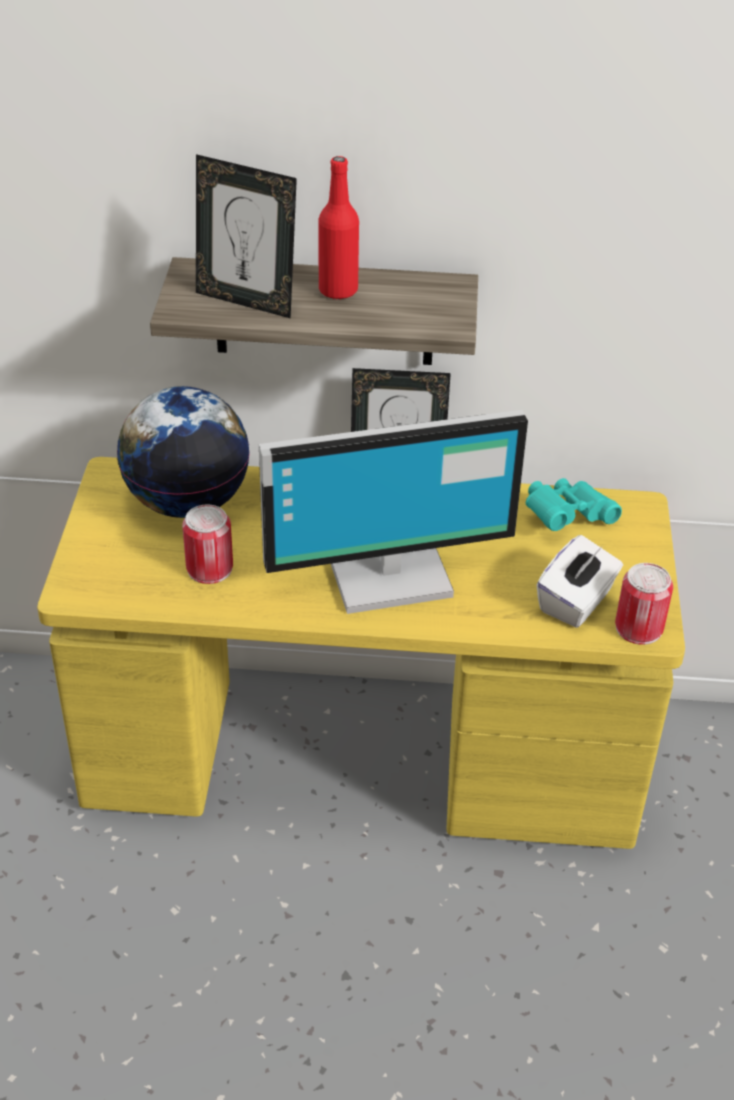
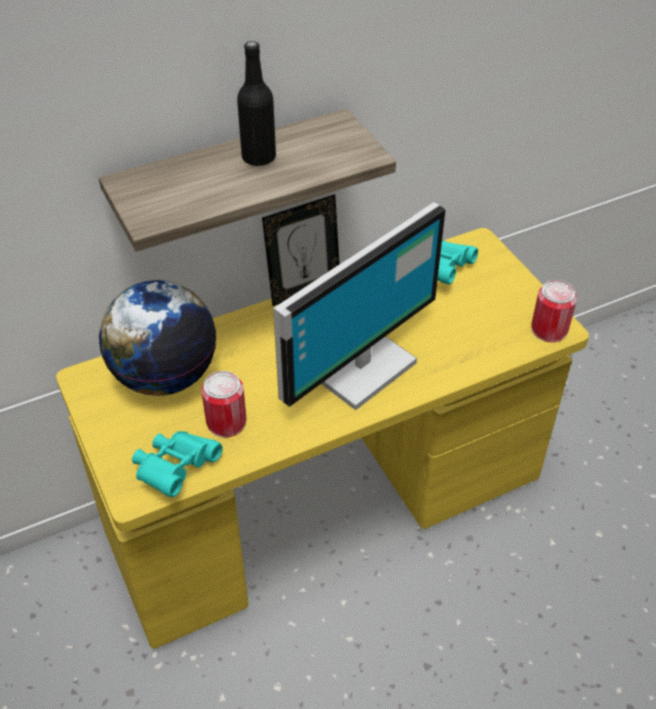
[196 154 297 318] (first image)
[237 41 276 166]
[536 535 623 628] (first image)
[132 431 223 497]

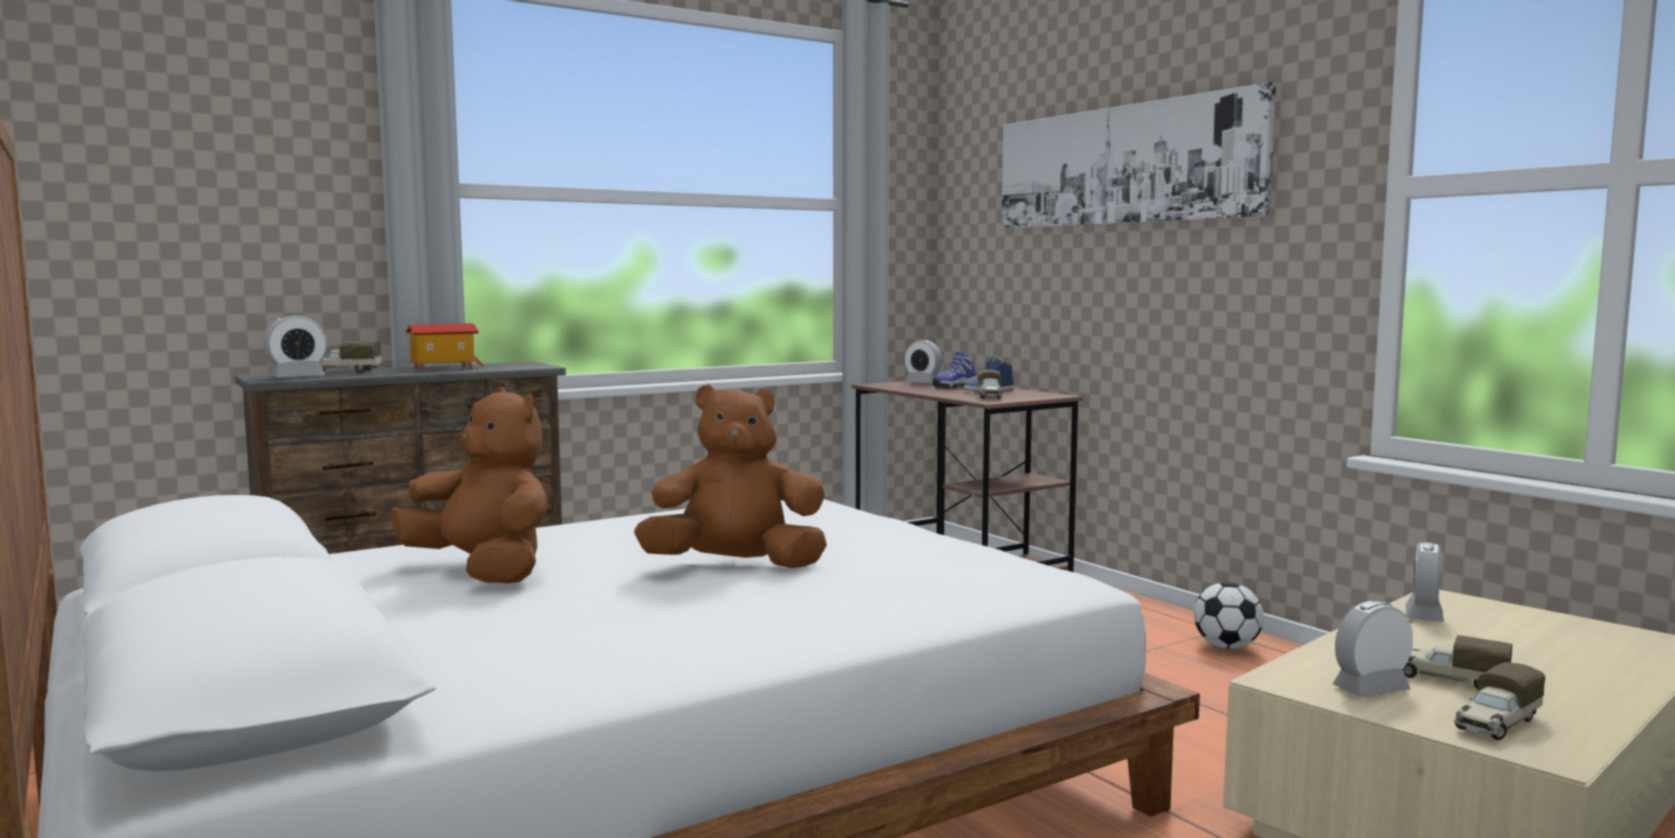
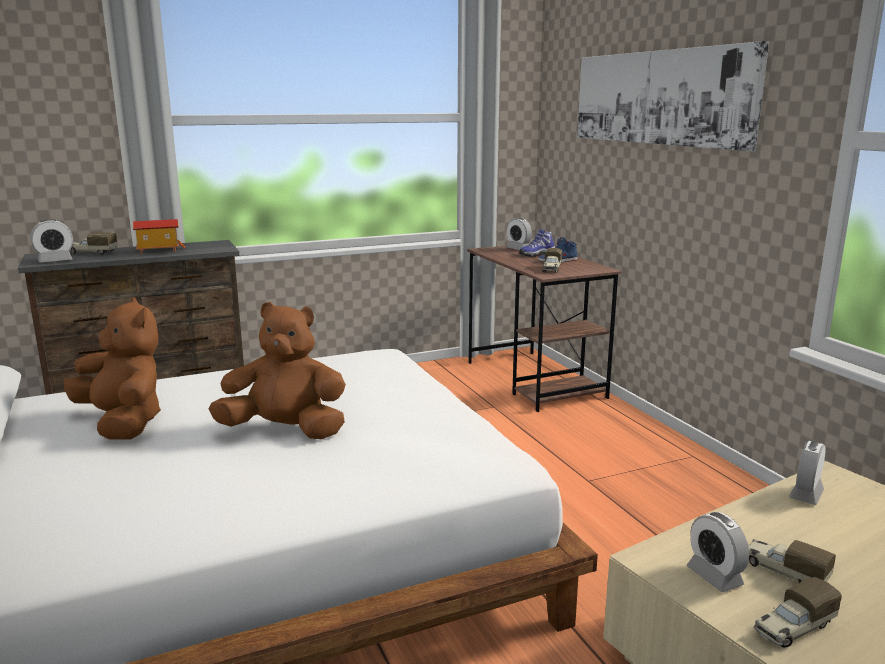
[1194 582 1264 649] (first image)
[687 512 749 592]

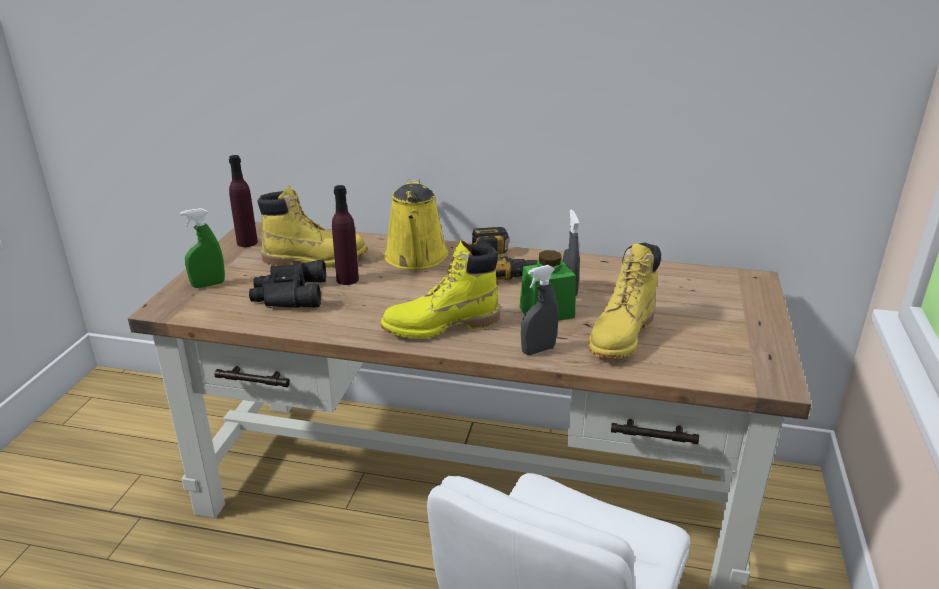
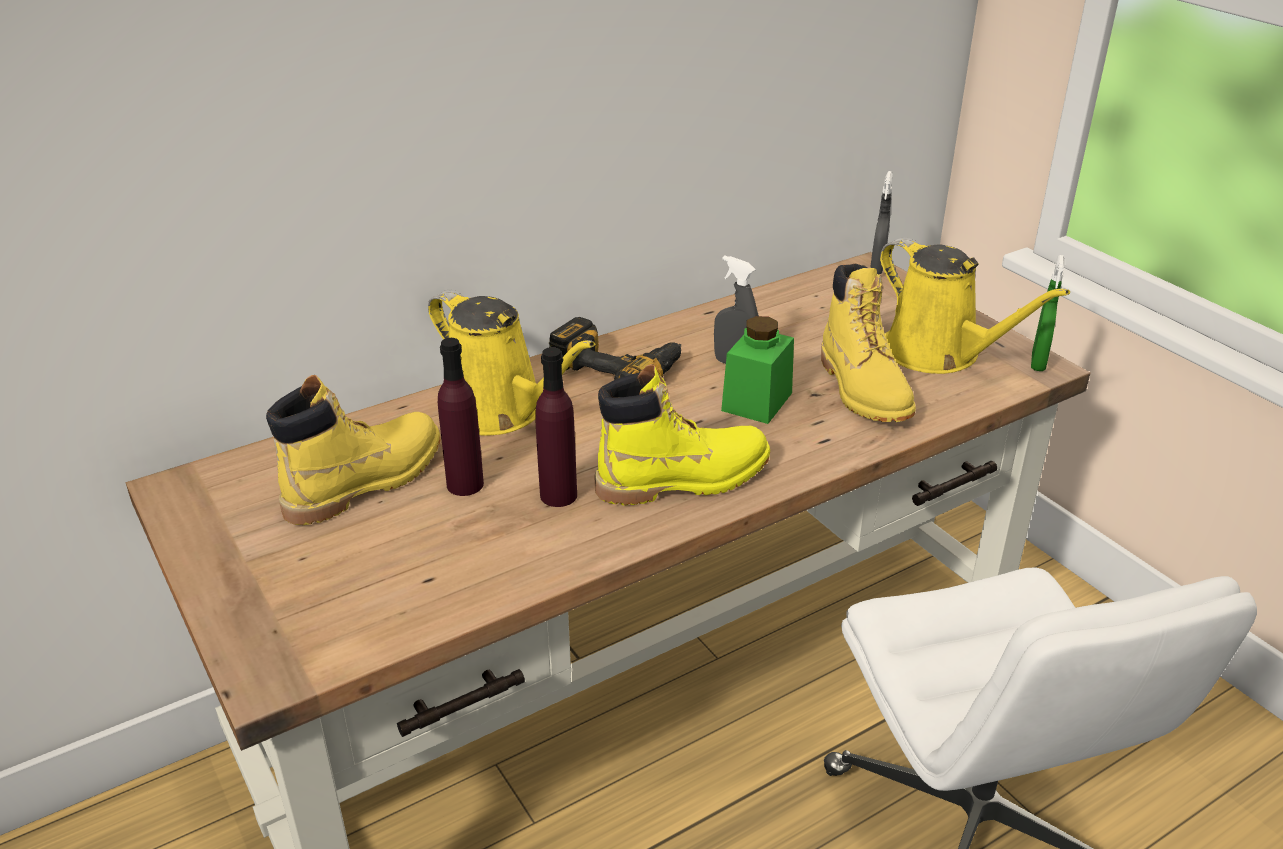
[1031 255 1064 371]
[535 347 577 507]
[249 260 326 308] (first image)
[595 364 770 506]
[870 171 893 274]
[880 237 1070 374]

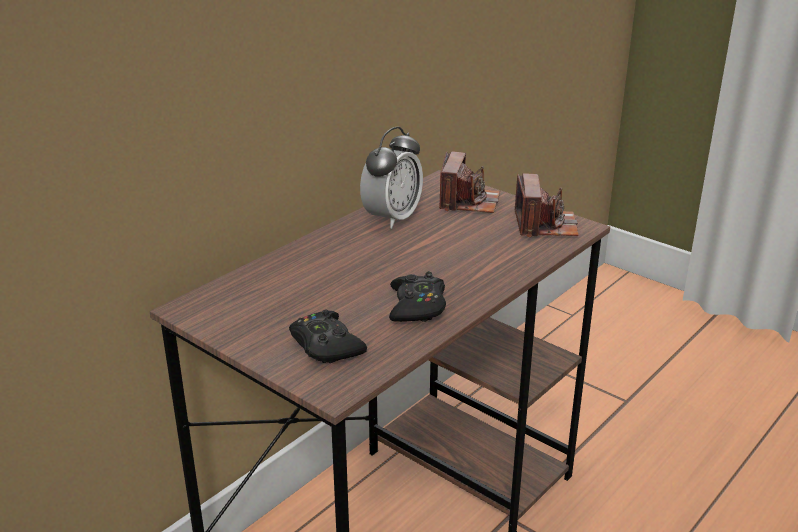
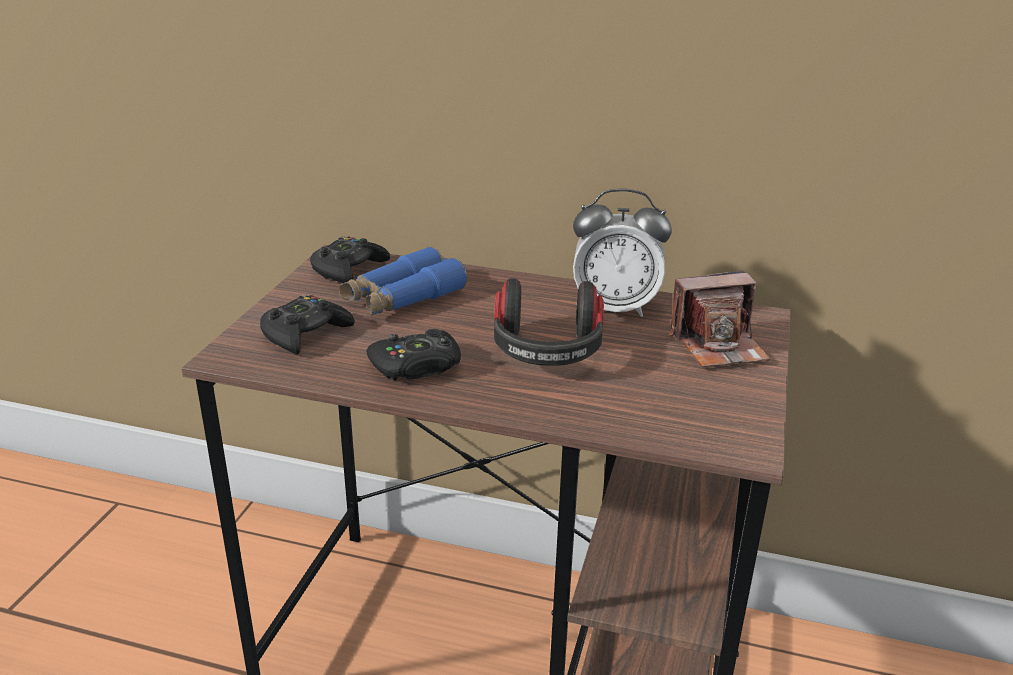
[515 173 579 237] (first image)
[310 236 390 283]
[339 246 468 316]
[494 278 604 366]

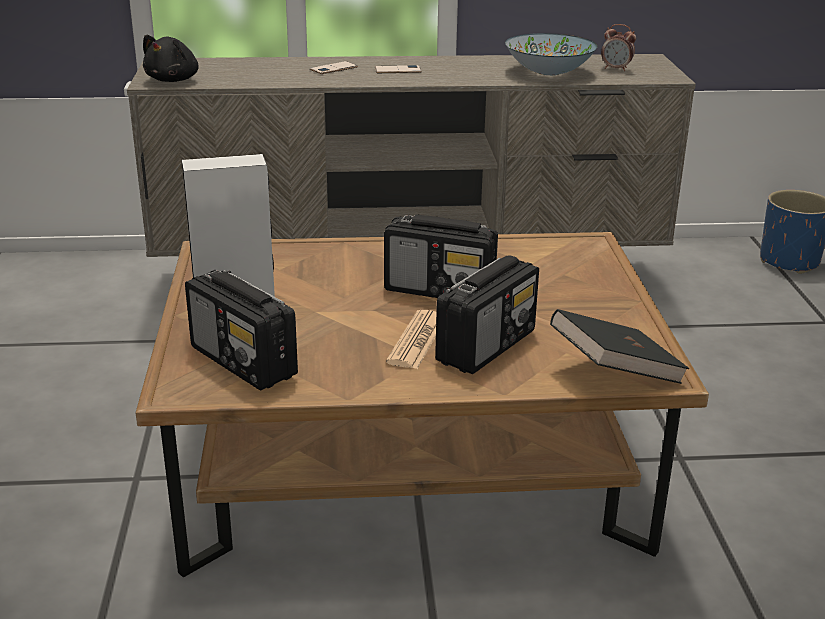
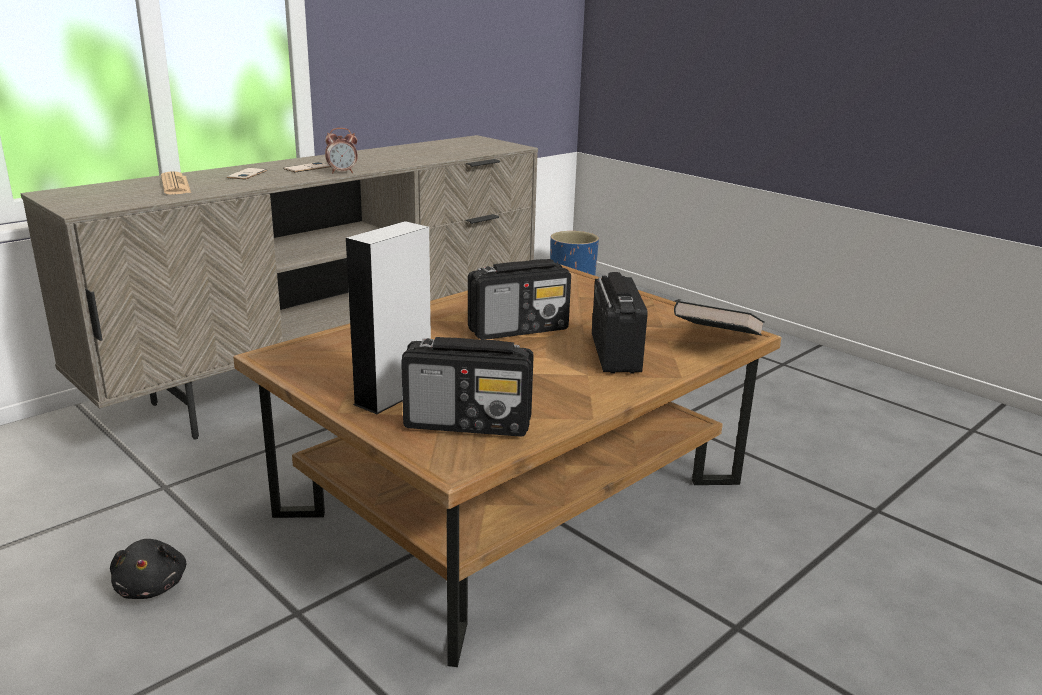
[110 539 187 599]
[161 171 191 195]
[505 33 597 75] (first image)
[325 128 358 173]

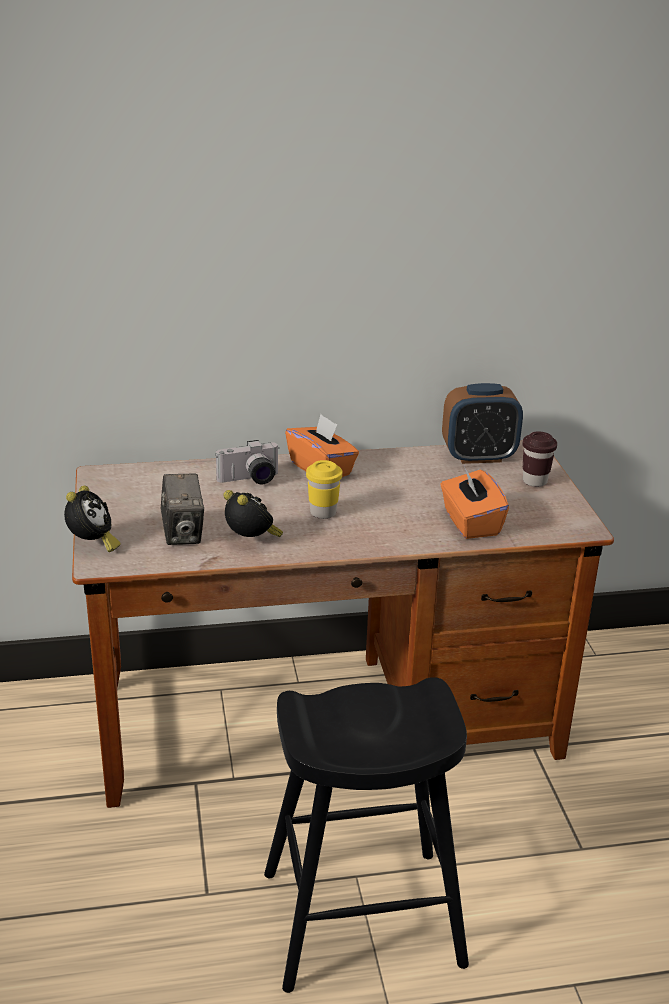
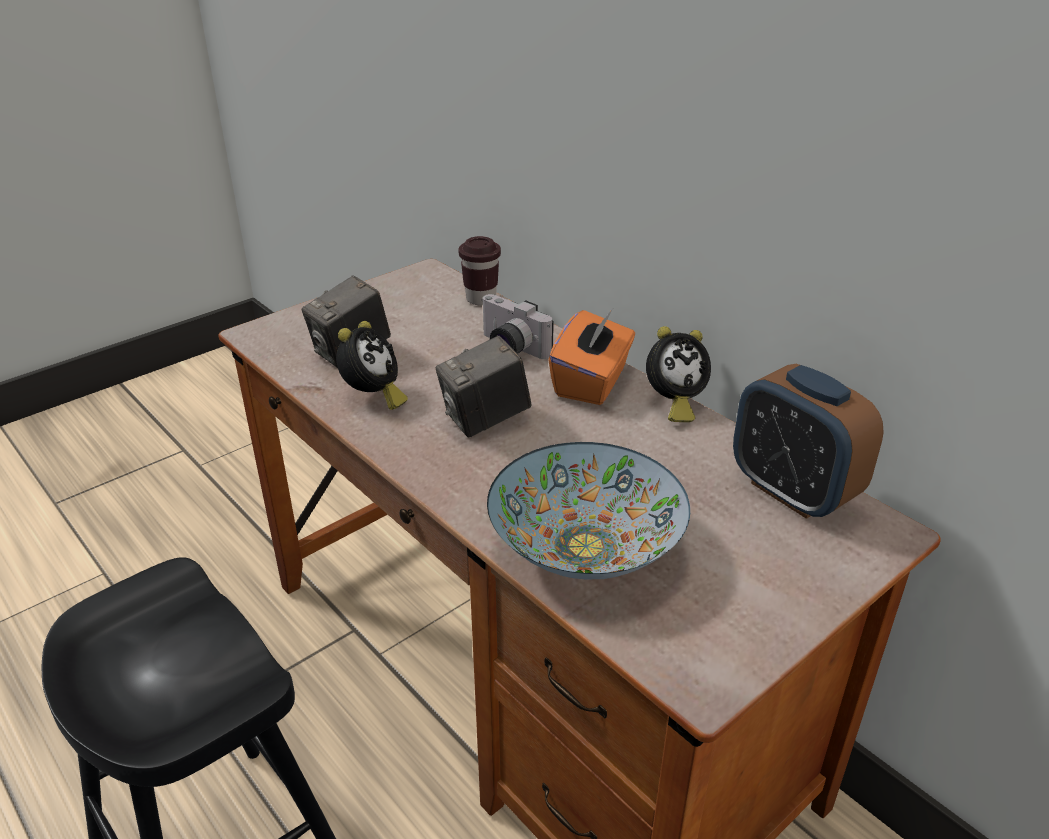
[646 326 711 422]
[435 336 531 437]
[487 442 690 579]
[458 236 501 305]

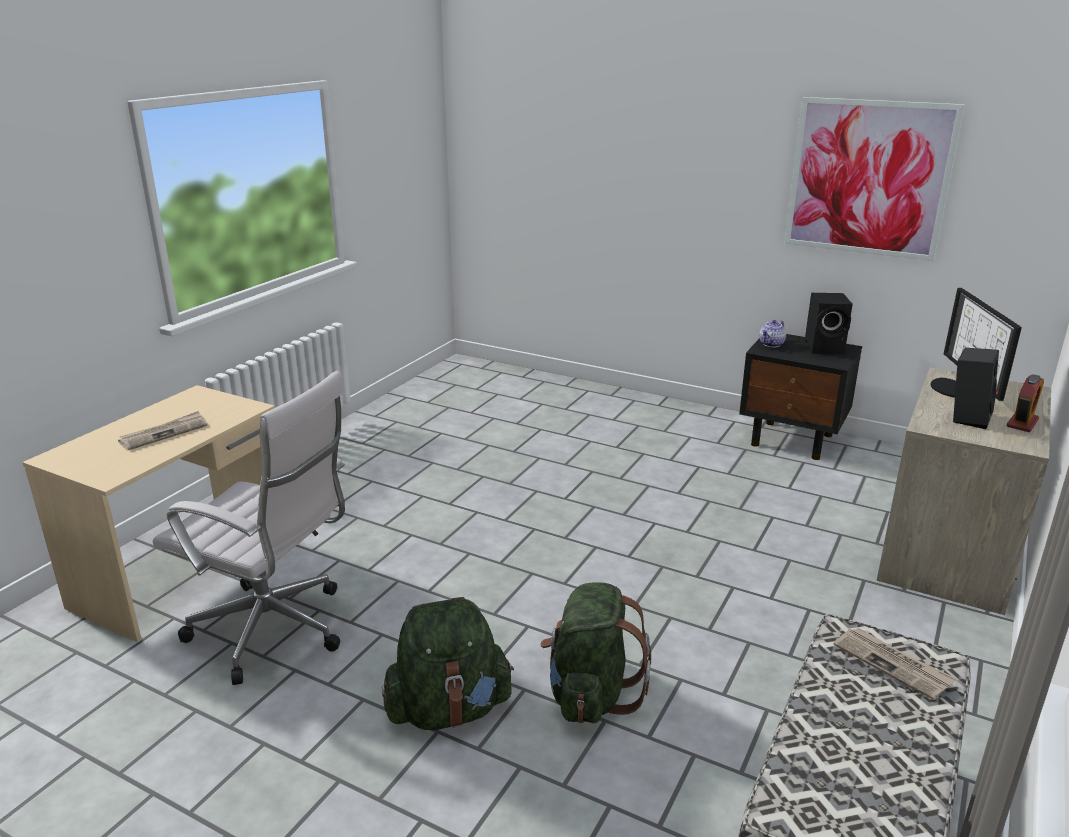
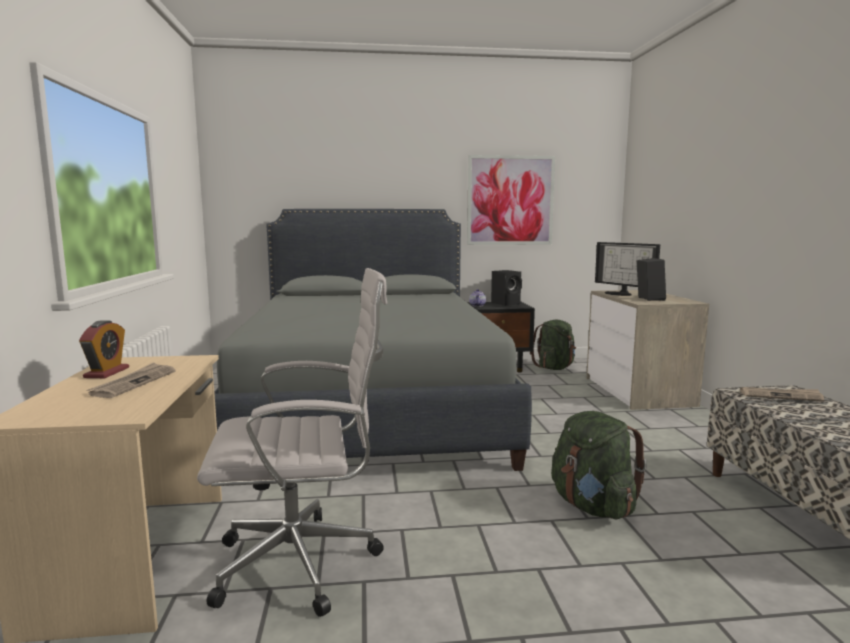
[530 320 576 370]
[79 321 129 378]
[214 209 532 471]

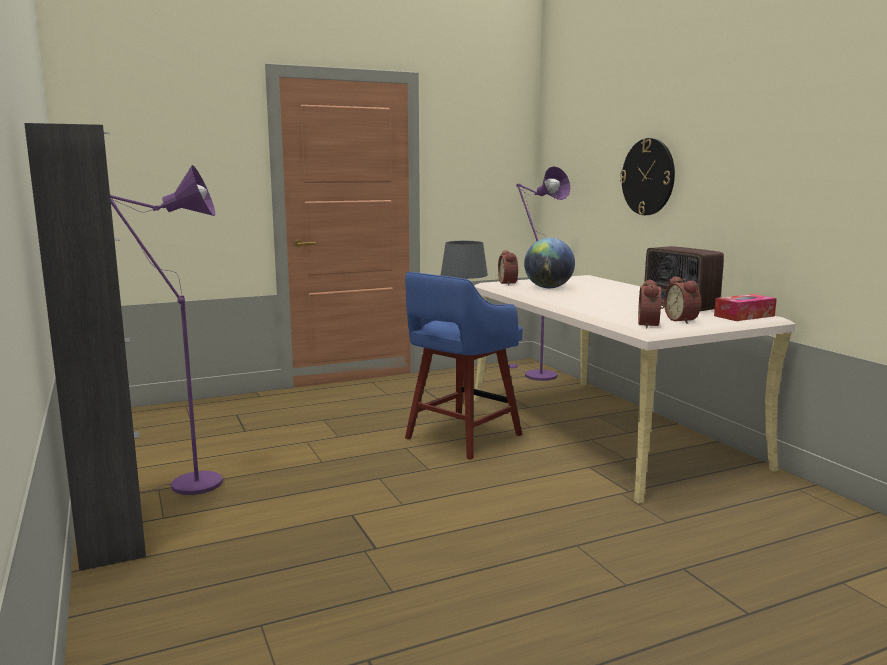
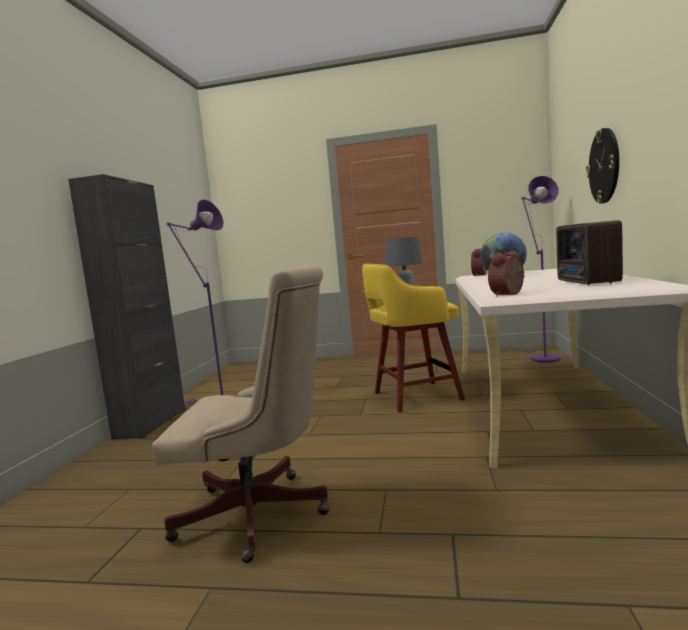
[362 264 465 412]
[664 276 701 324] (first image)
[714 294 777 321] (first image)
[152 266 329 563]

